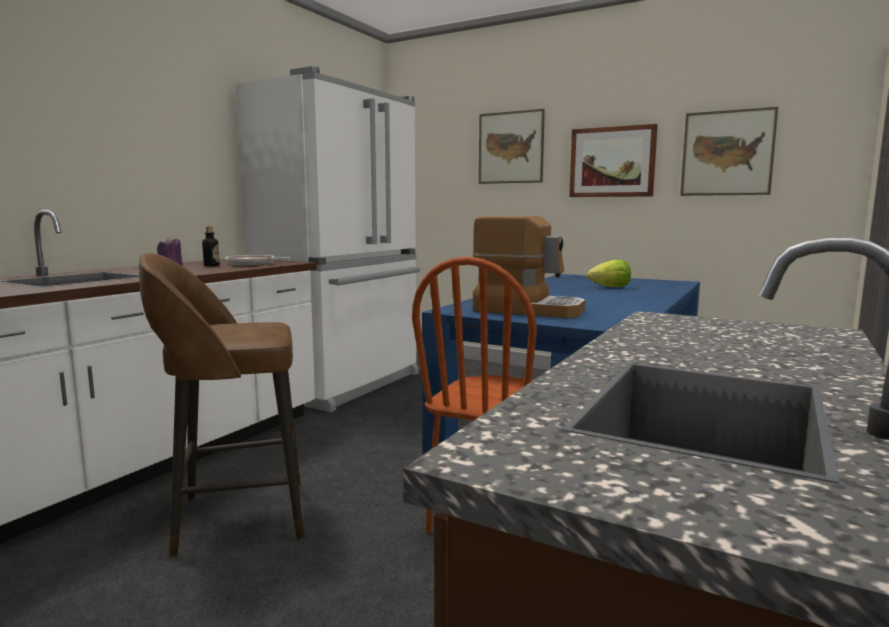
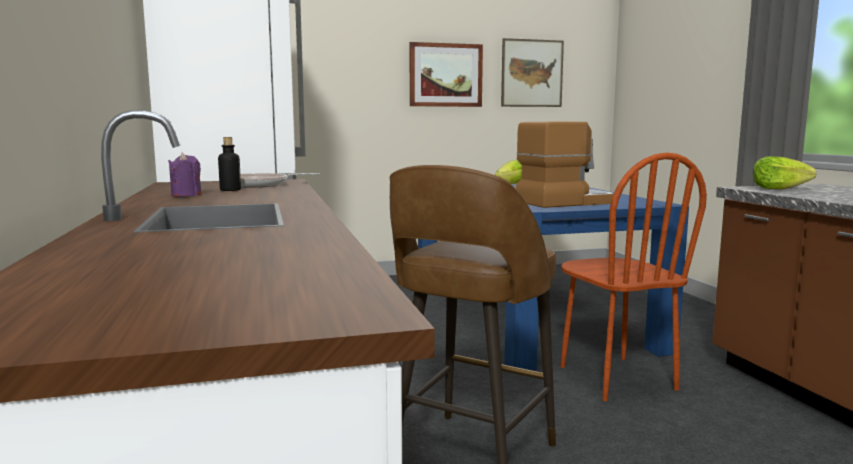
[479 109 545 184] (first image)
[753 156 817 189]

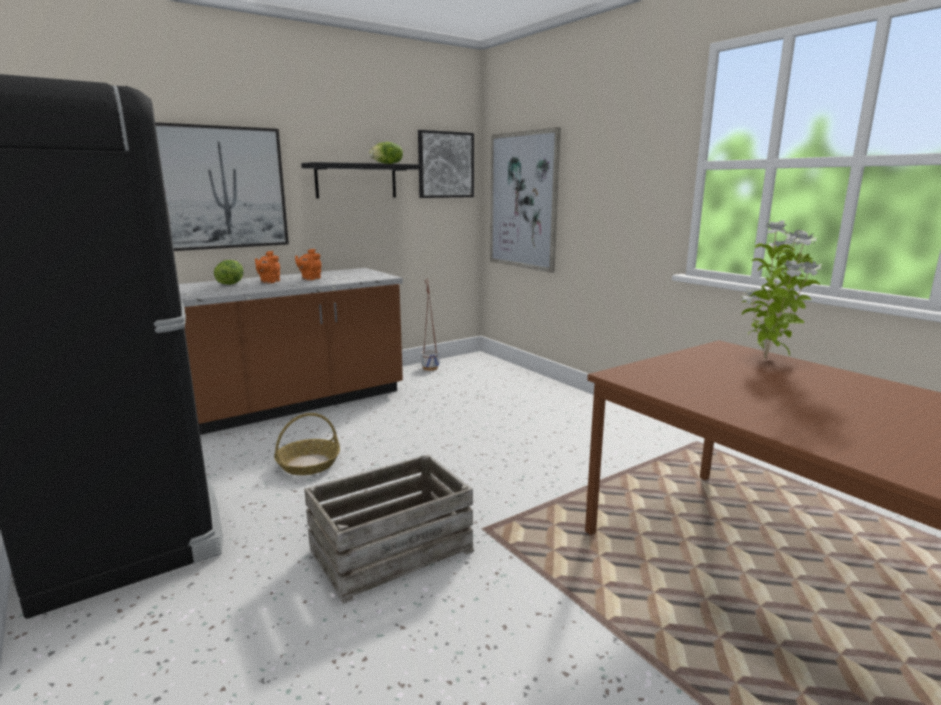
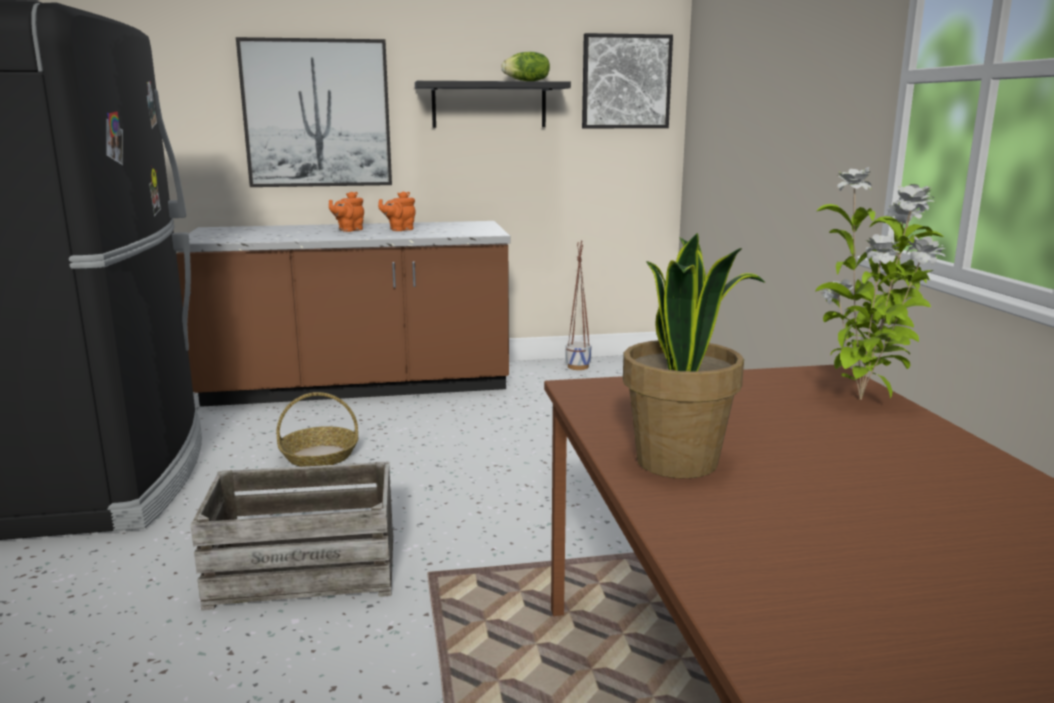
[214 260 244 285] (first image)
[490 127 561 273] (first image)
[623 233 766 479]

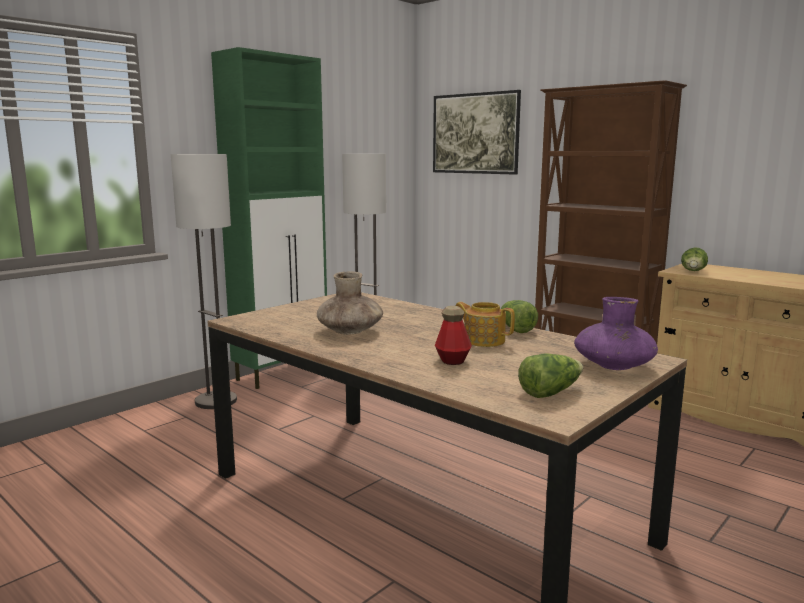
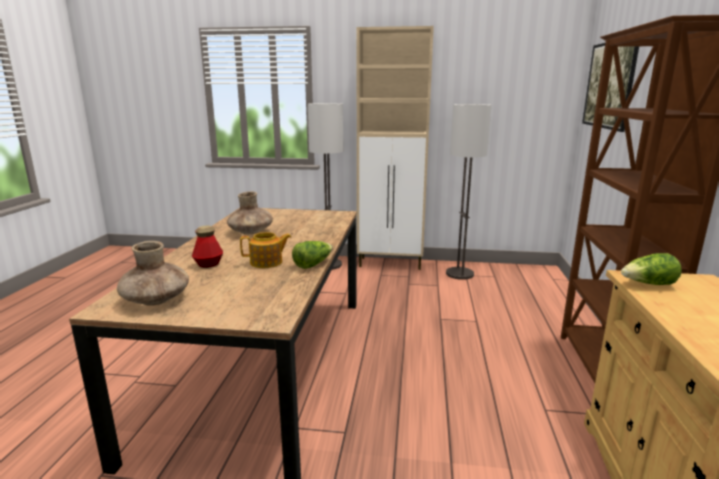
[356 26 434 270]
[240 232 291 268]
[117 241 189 306]
[574 297 658 370] (first image)

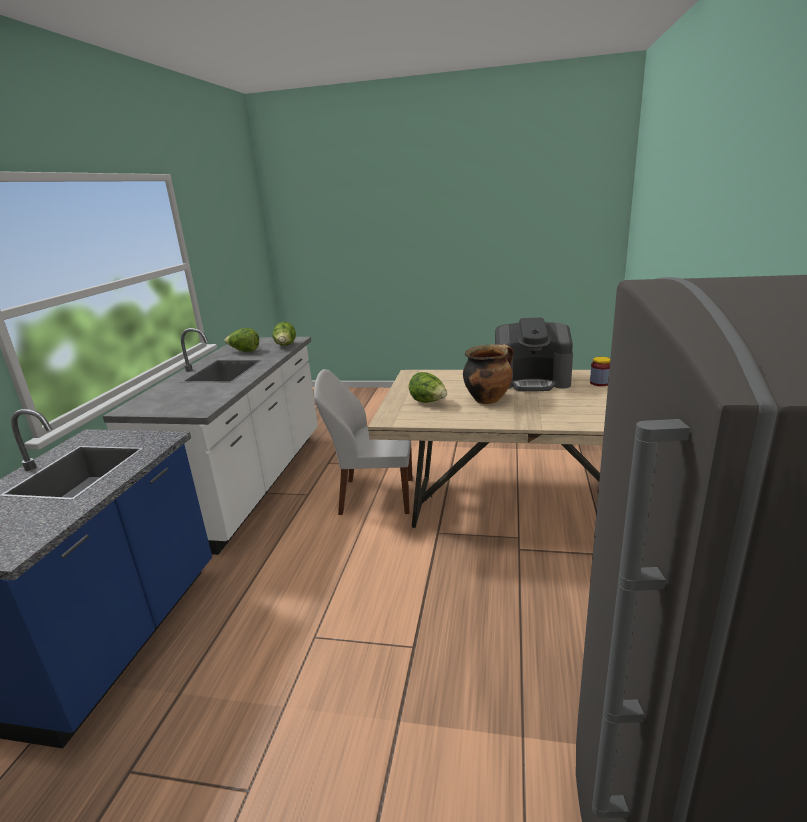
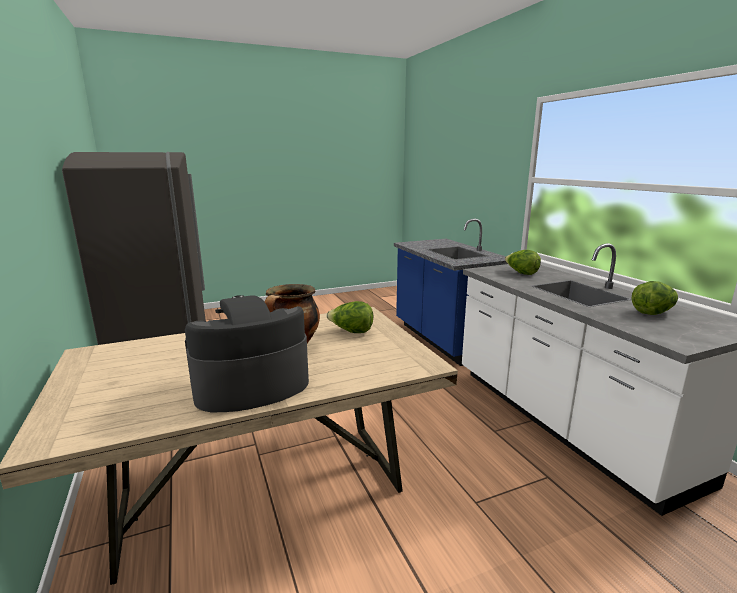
[505 250 541 275]
[314 369 413 515] (first image)
[590 357 610 386] (first image)

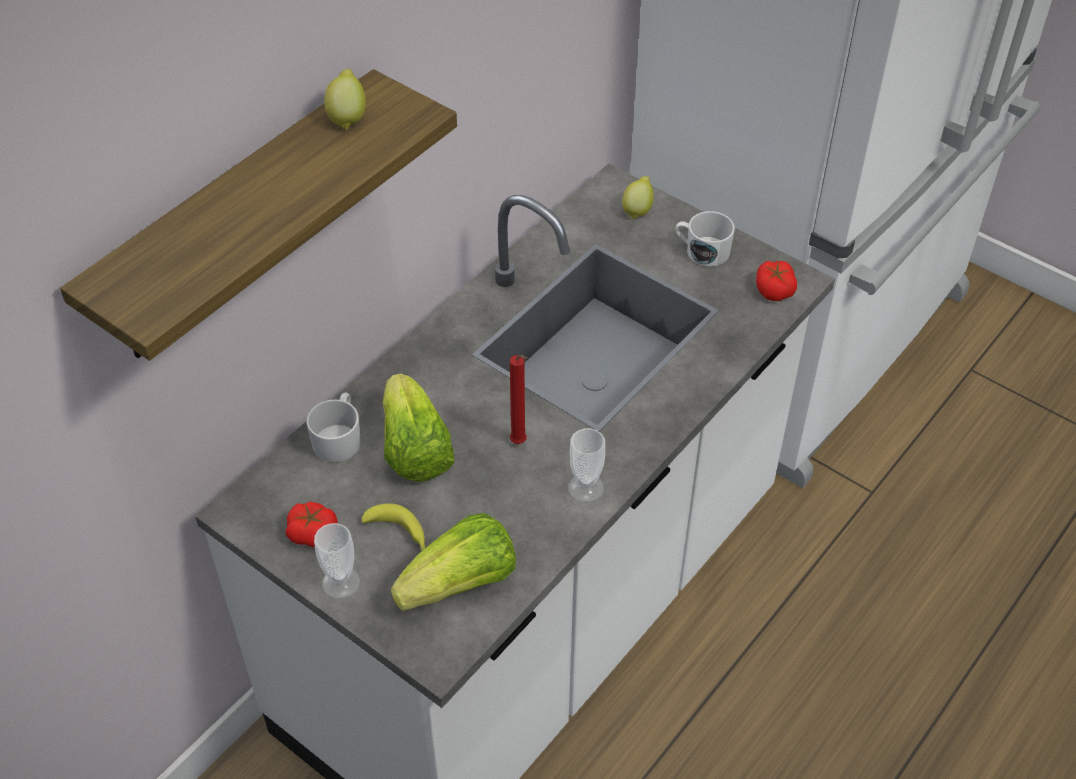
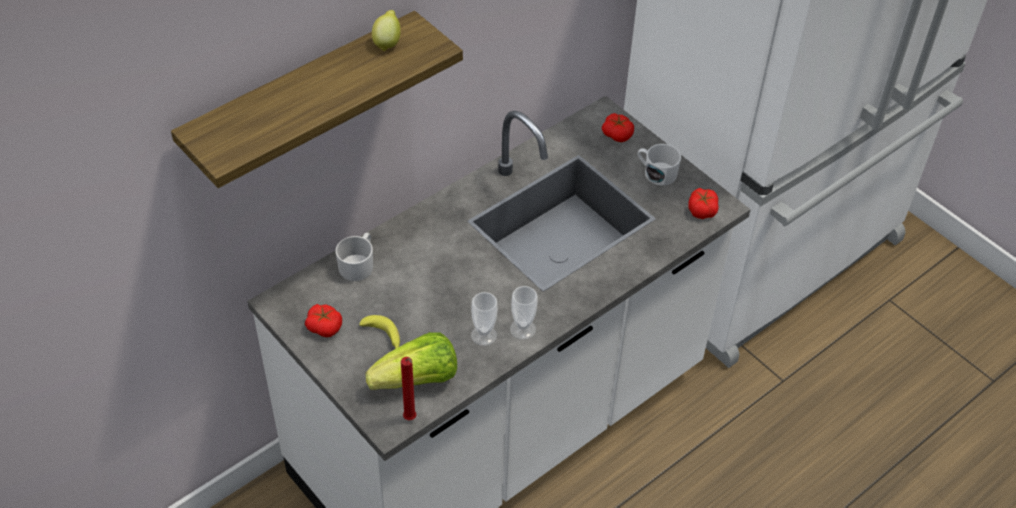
[471 292 497 346]
[383 373 454 482] (first image)
[401 357 416 420]
[602 113 634 142]

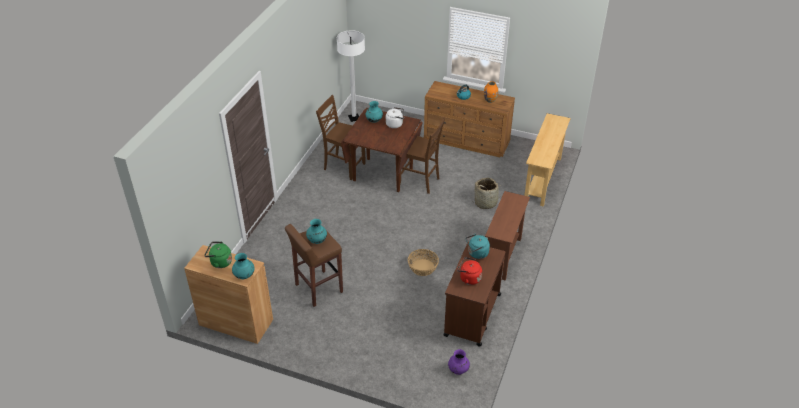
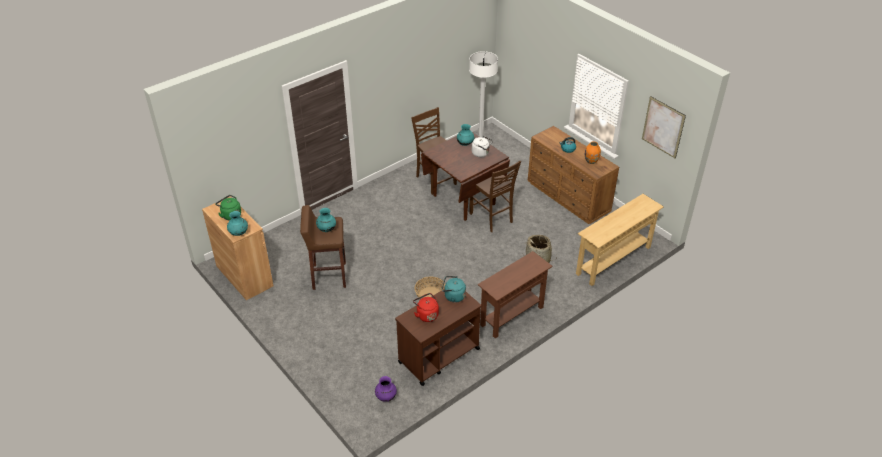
[642 96 686 159]

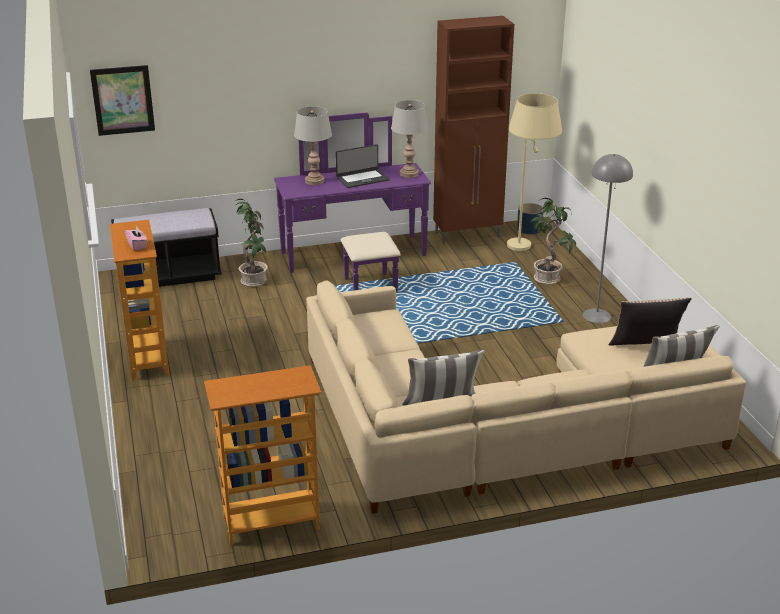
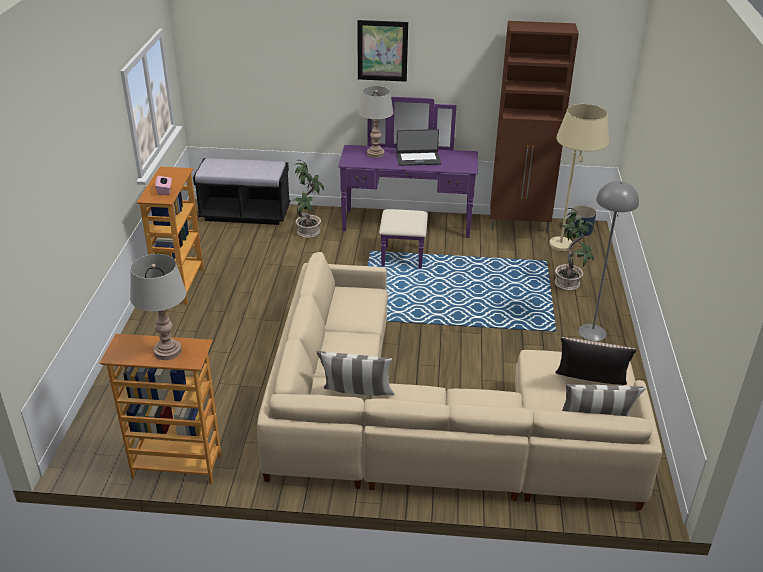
[357 20 408 82]
[130 254 186 360]

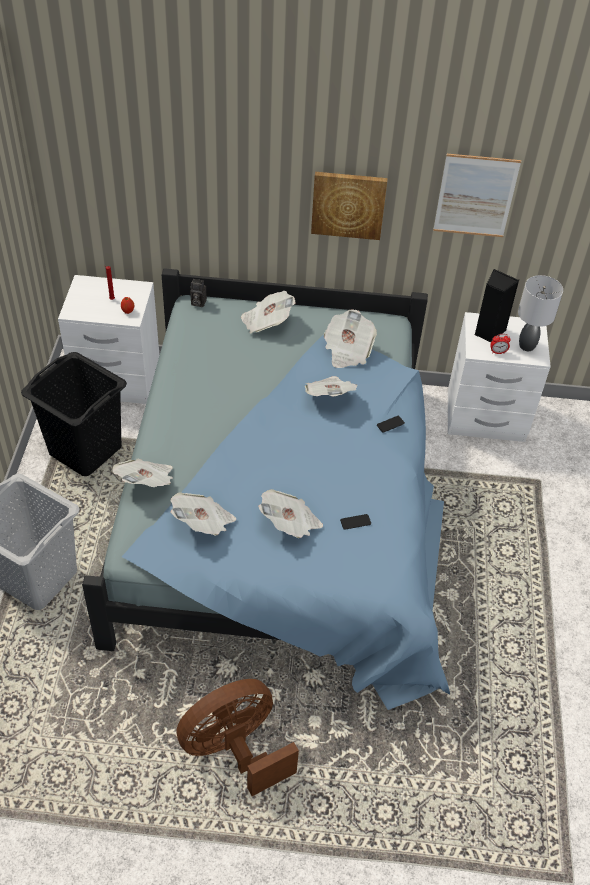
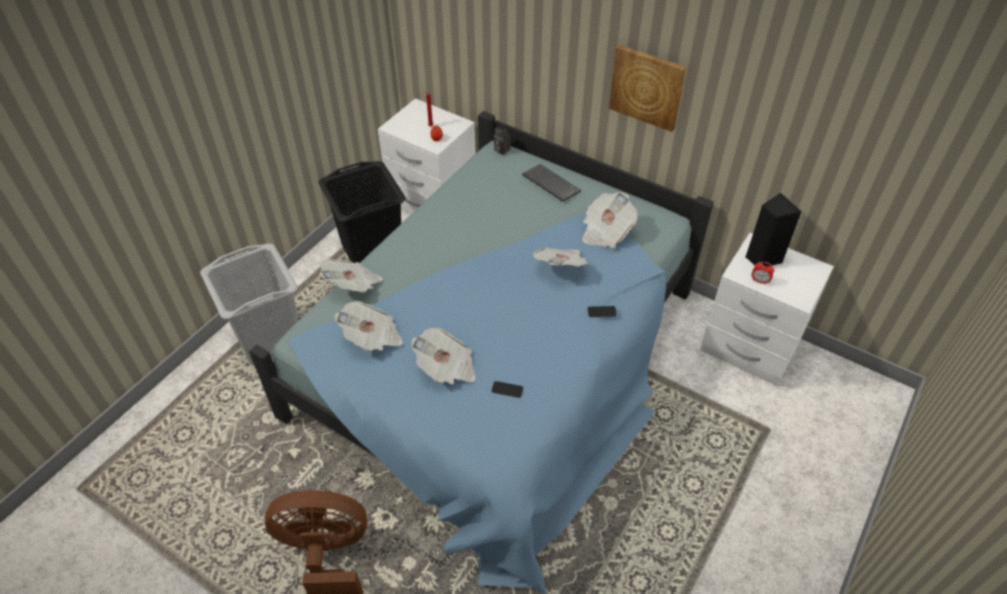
[522 164 581 202]
[433 154 521 237] (first image)
[518 275 563 351] (first image)

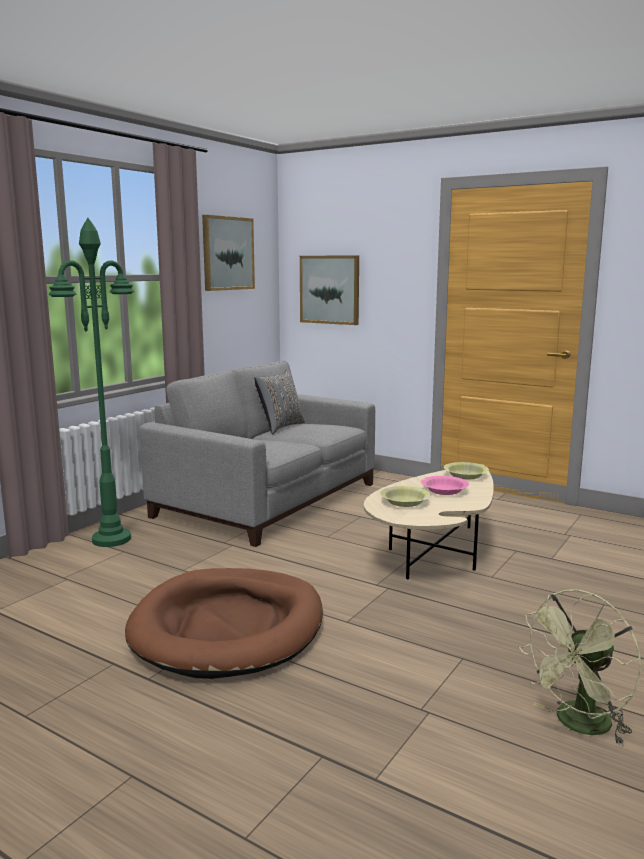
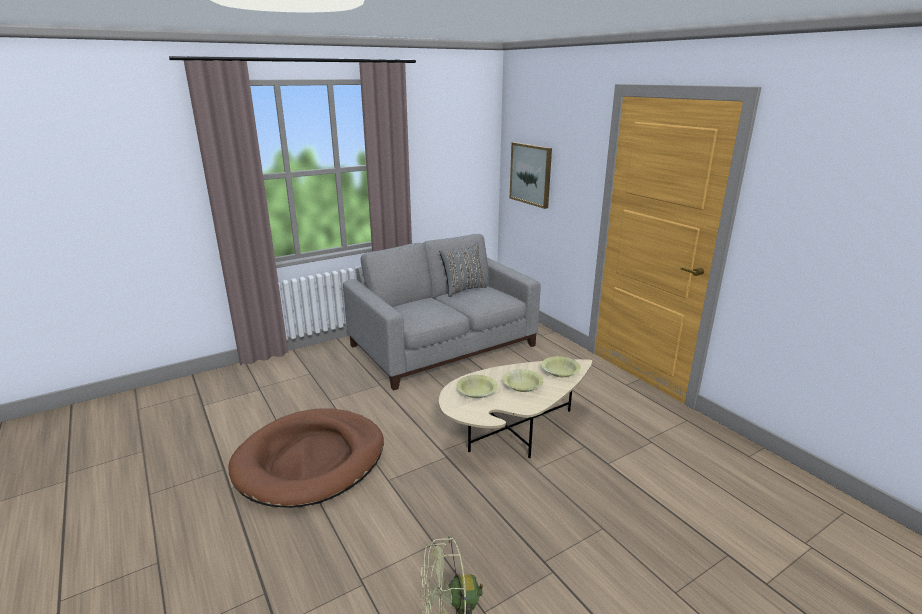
[49 218 134 547] (first image)
[202 215 255 291] (first image)
[503 369 544 392]

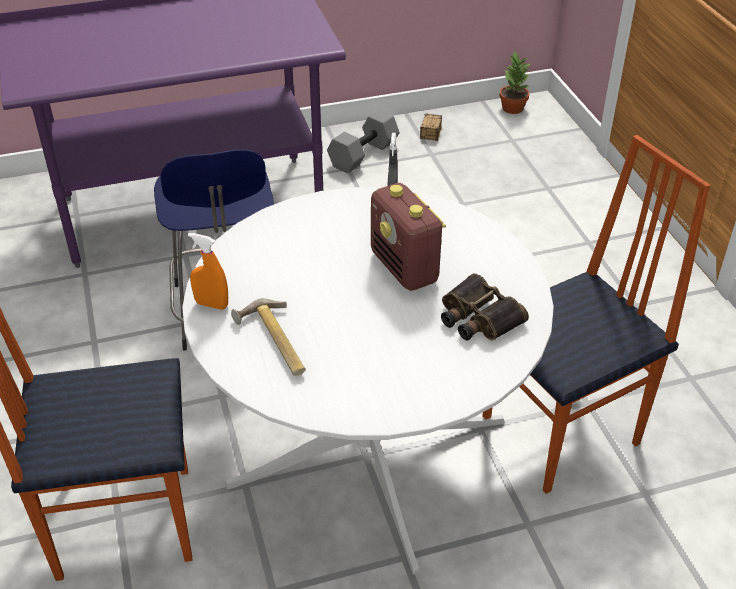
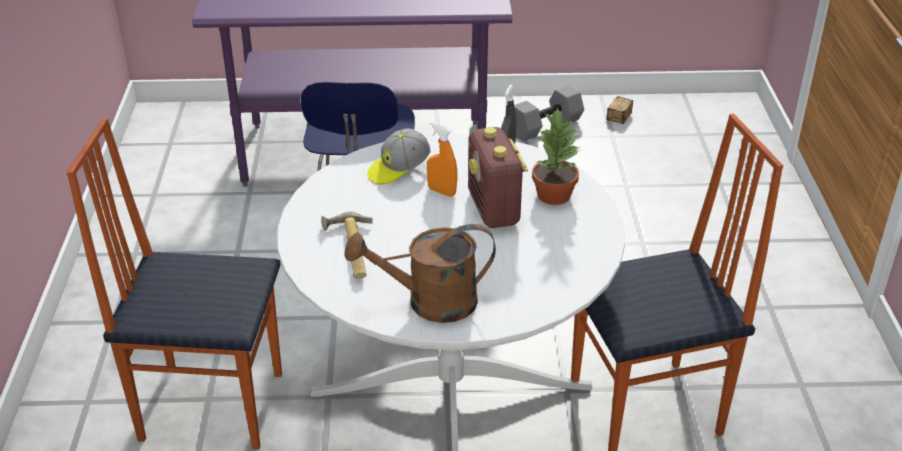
[427 121 458 197]
[441 273 529 341] (first image)
[532 107 580 205]
[344 224 496 323]
[367 128 431 185]

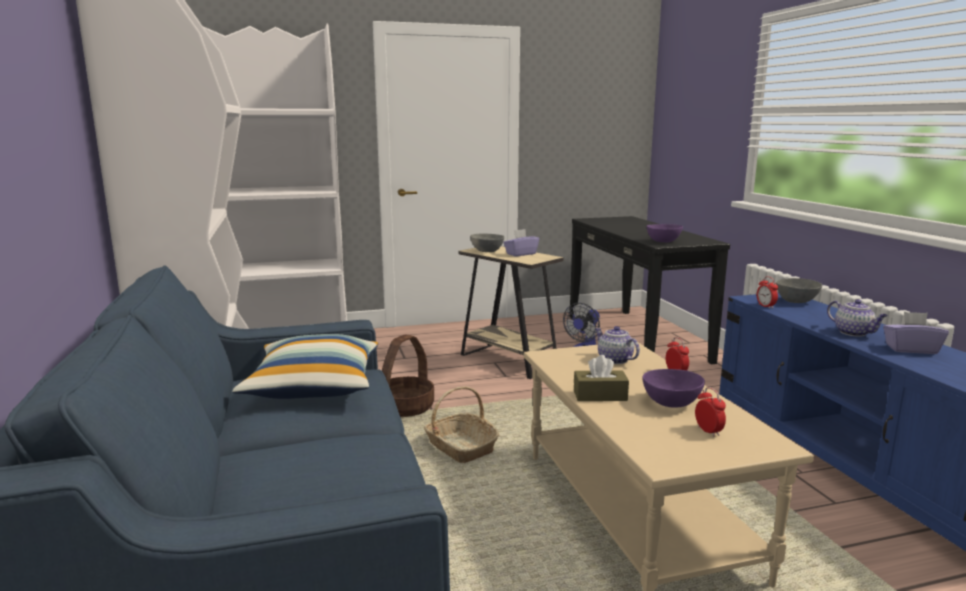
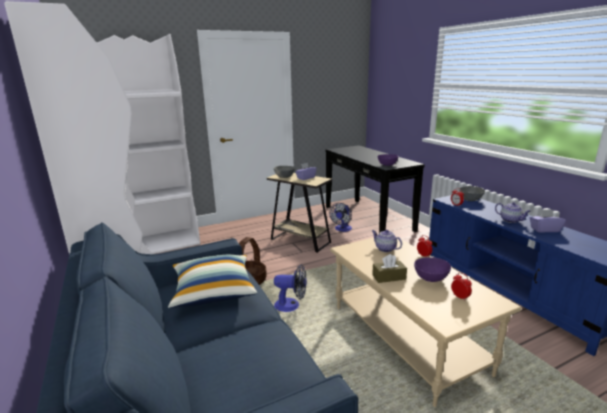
[274 264 307 312]

